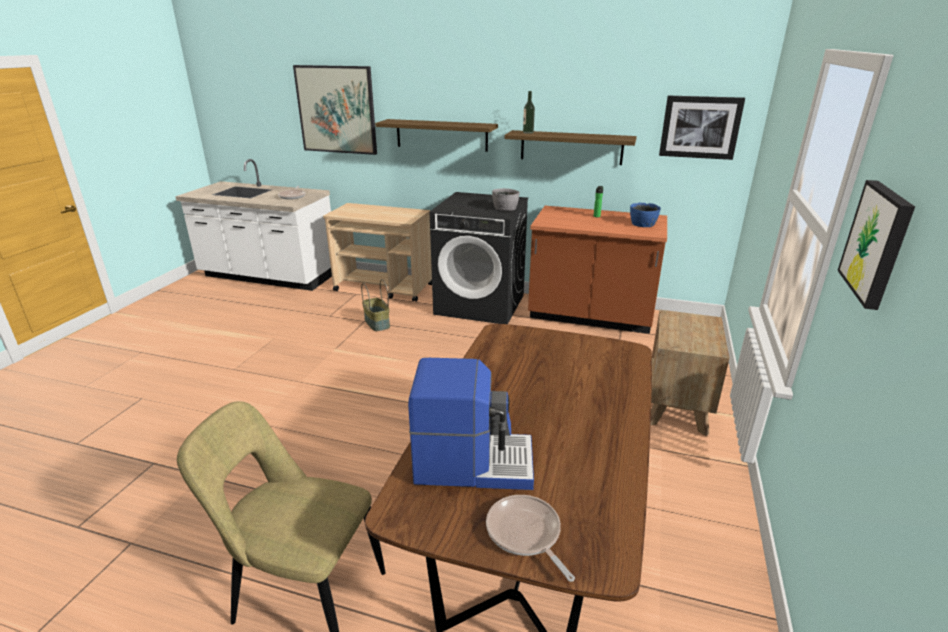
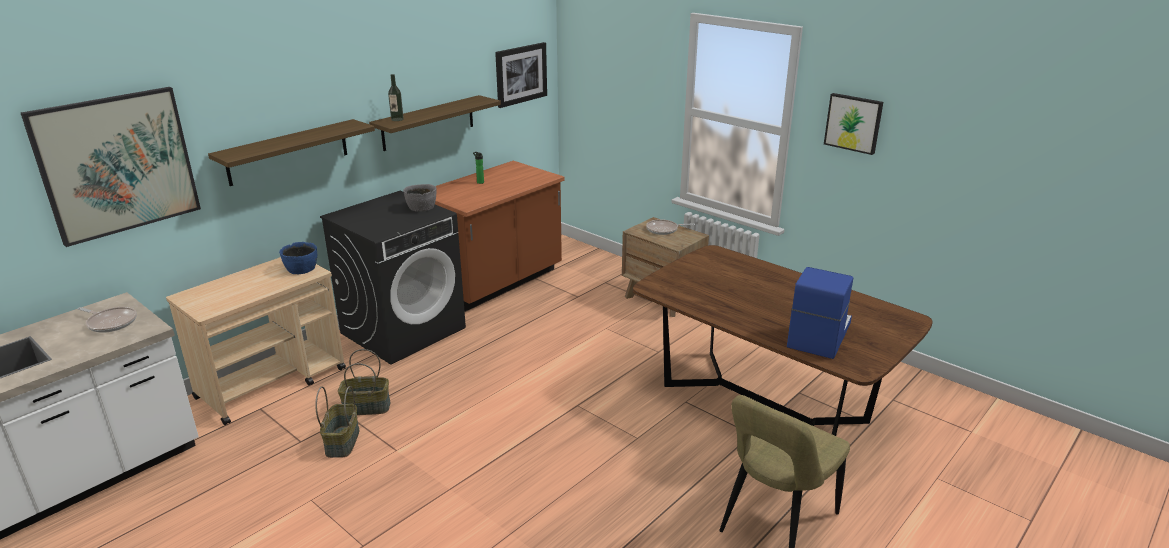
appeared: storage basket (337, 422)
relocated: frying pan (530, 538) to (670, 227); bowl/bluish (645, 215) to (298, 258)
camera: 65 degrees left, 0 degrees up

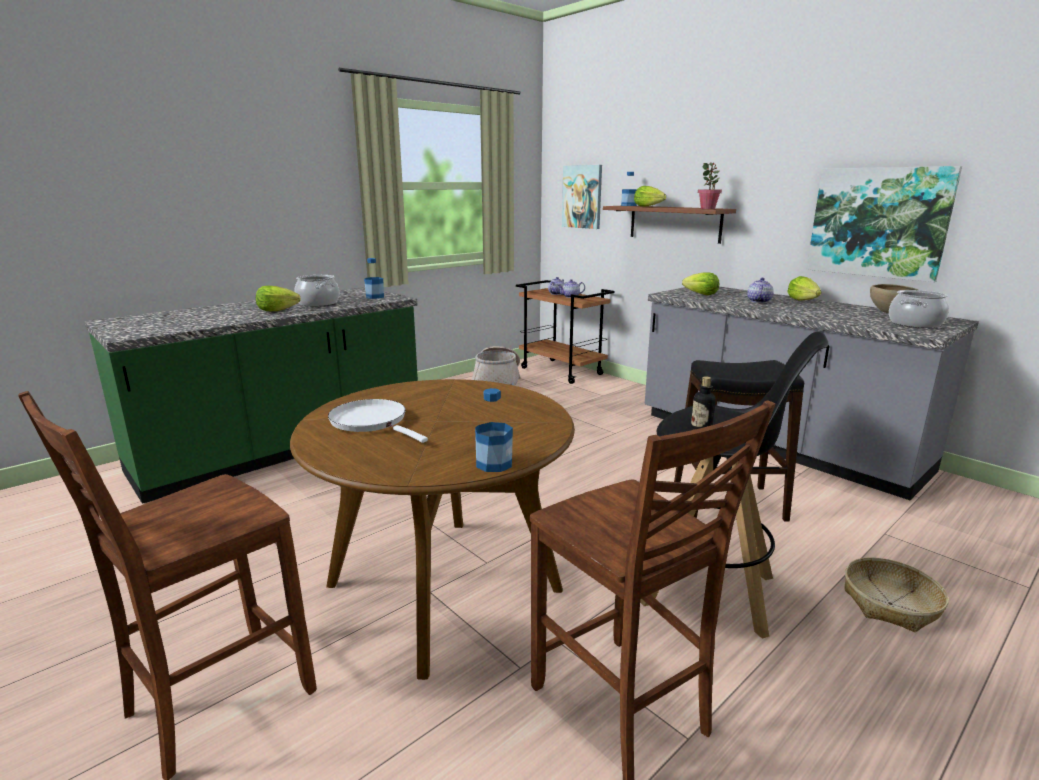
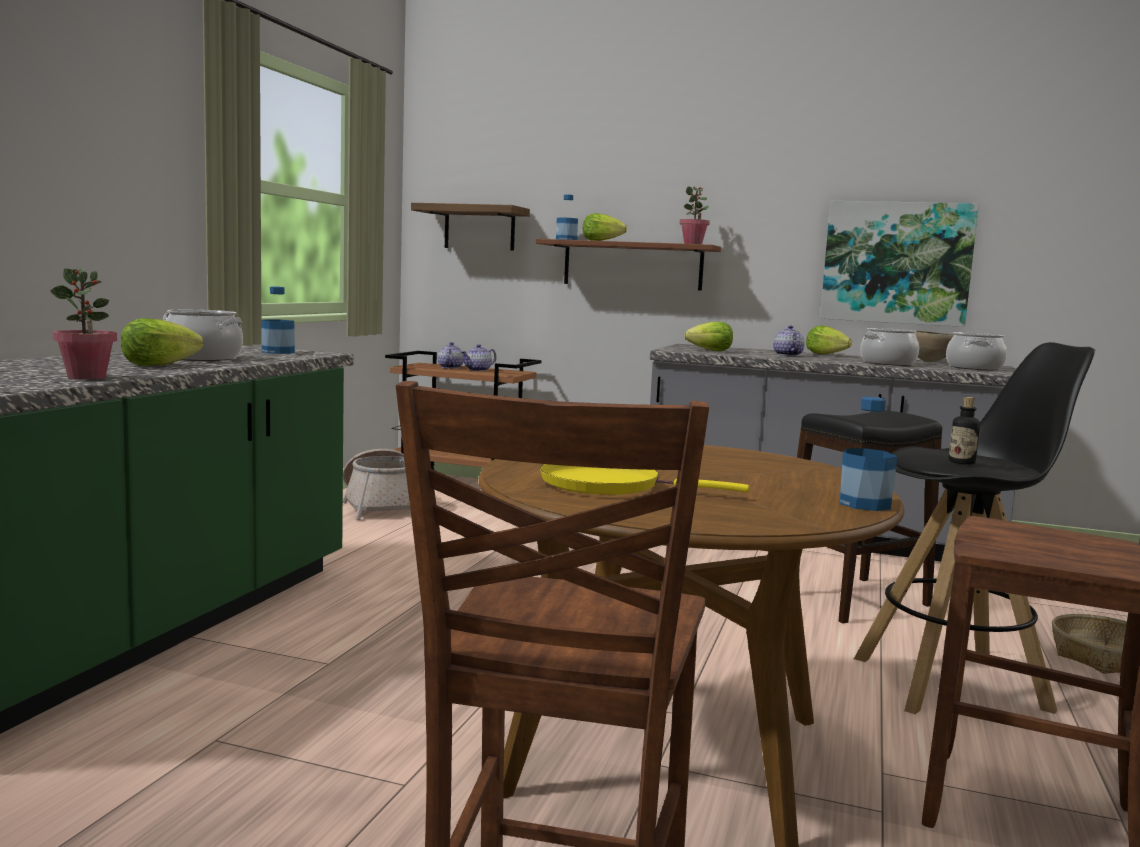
appeared: houseplant (83, 324); cooking pot (889, 347)
exchanged: wall art (582, 197) to bracket shelf (470, 227)
colour: frying pan/white-coloured (378, 421) to frying pan/yellow (644, 479)
camera: 30 degrees left, 10 degrees down

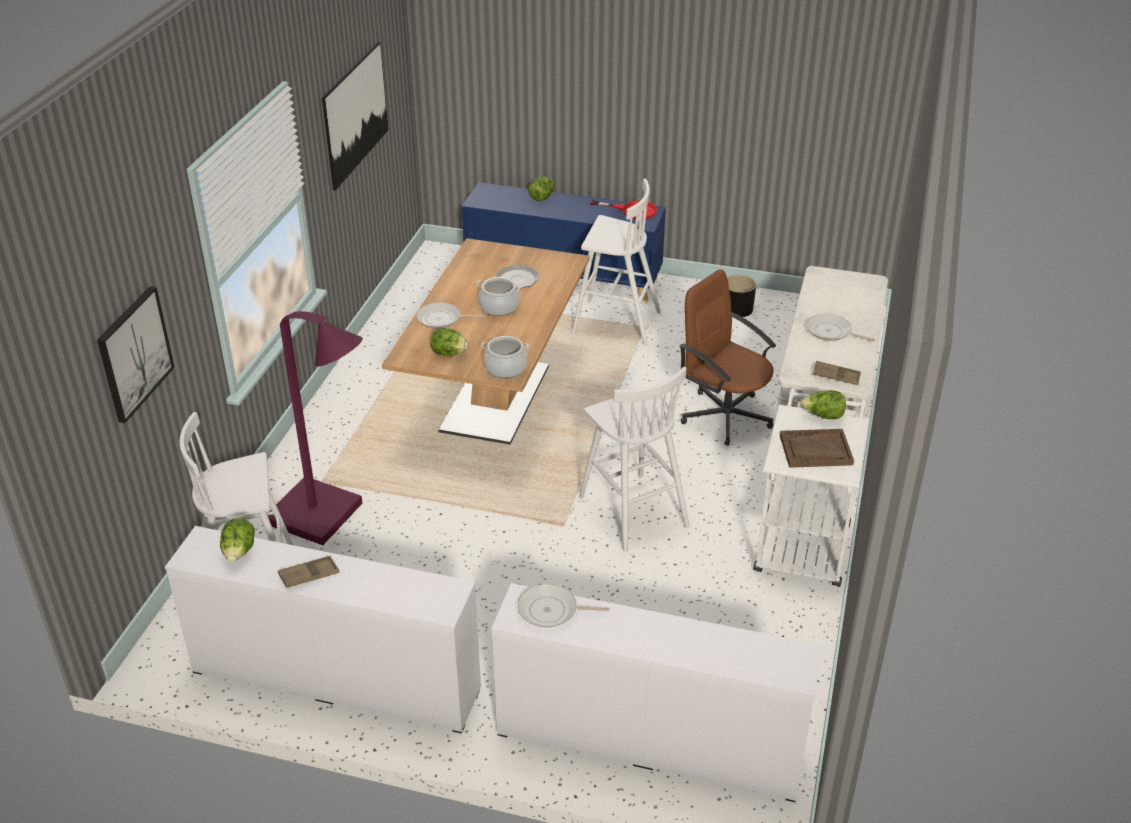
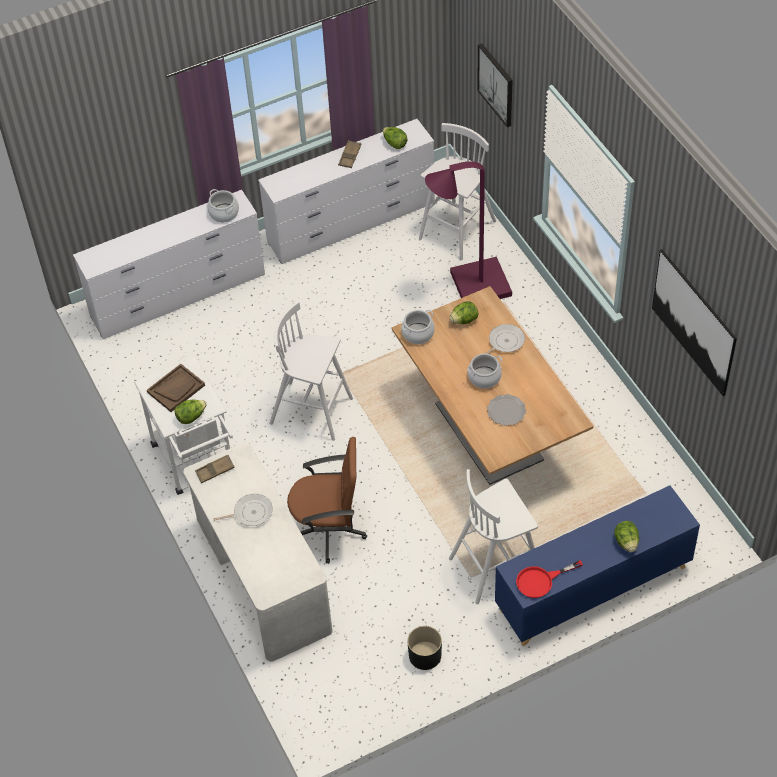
exchanged: frying pan (564, 606) to cooking pot (223, 205)
camera: 140 degrees right, 15 degrees up

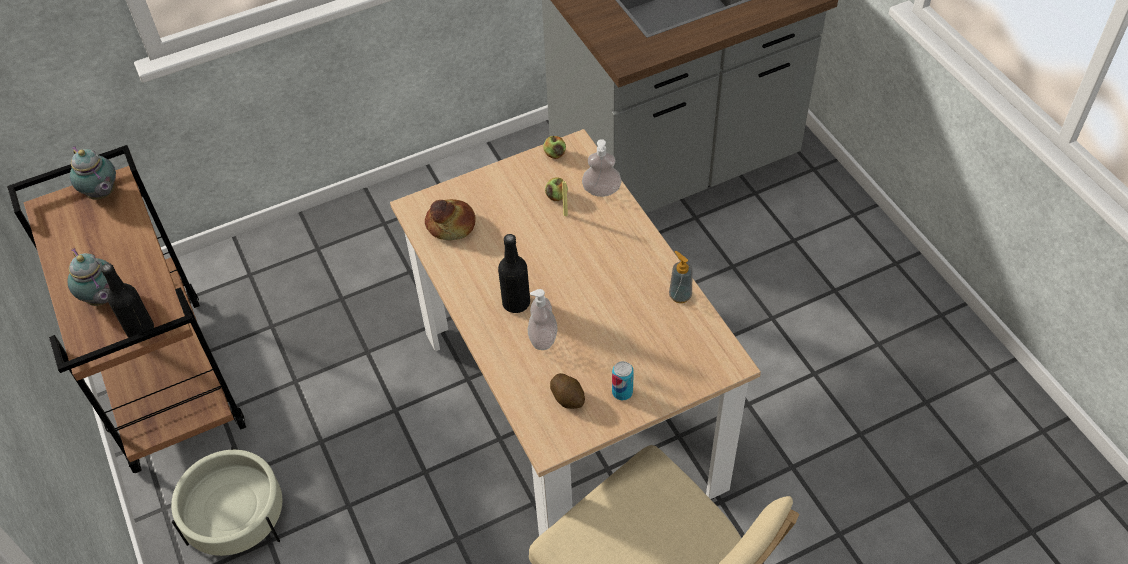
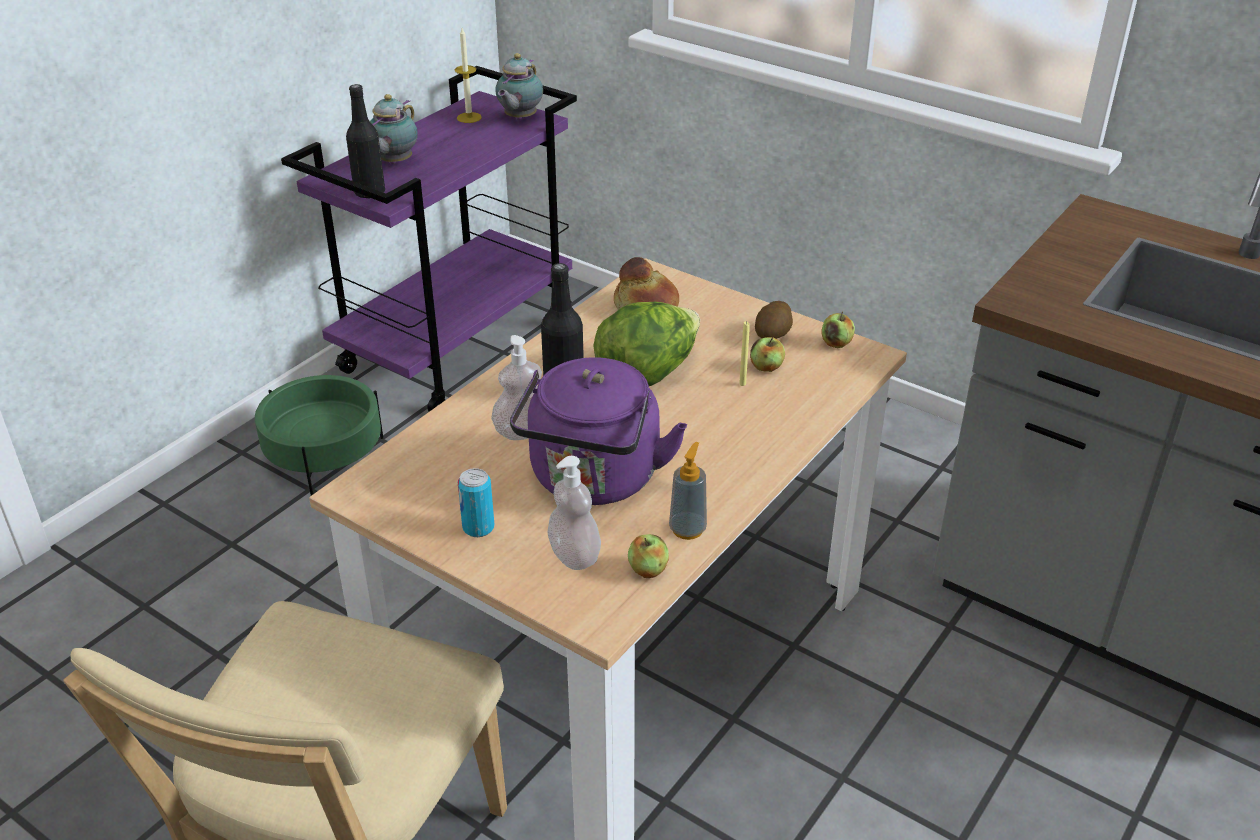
appeared: wax candle (468, 75); water kettle/purple-coloured (598, 431); head of lettuce (646, 344); apple fruit (648, 556)
relocated: spud (567, 391) to (774, 320); soap bottle (602, 168) to (574, 513)
colour: trolley/brown-coloured (126, 309) to trolley/purple-coloured (429, 239); plant pot/sand-coloured (226, 501) to plant pot/green (319, 435)
camera: 60 degrees right, 15 degrees down

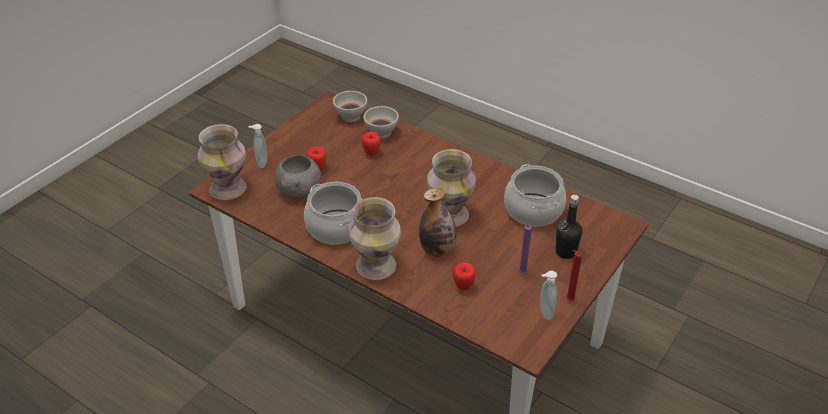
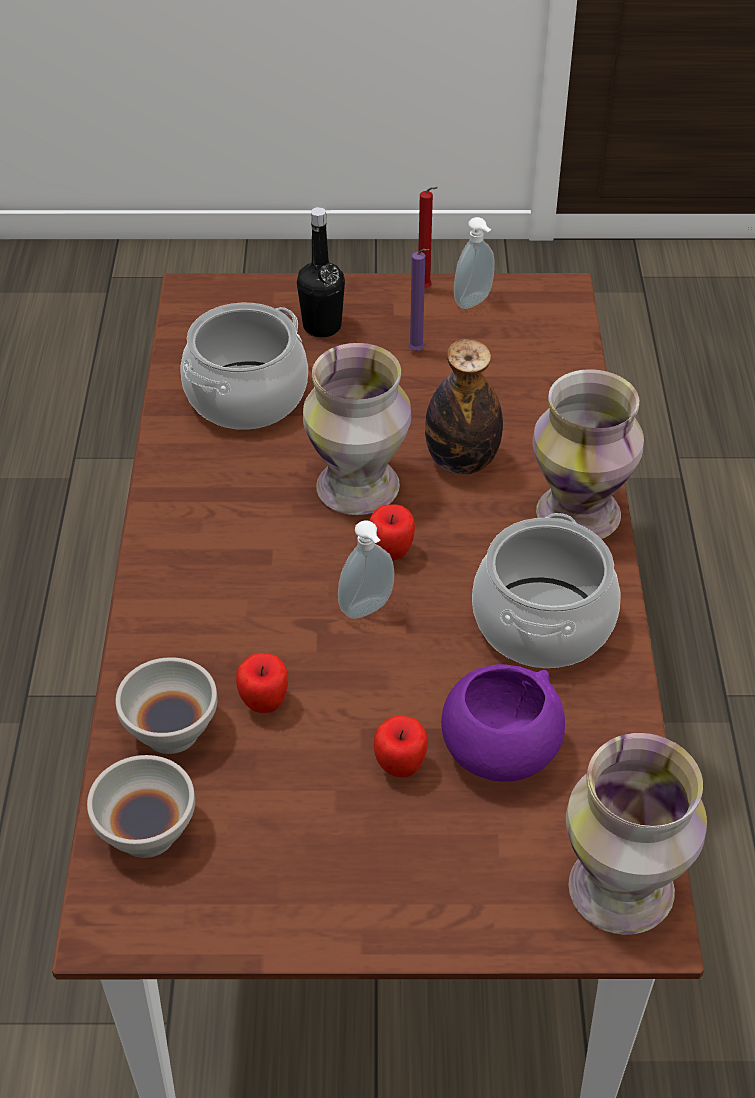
relocated: soap bottle (257, 146) to (366, 569); apple fruit (464, 276) to (392, 532)
colour: bowl/gray (297, 176) to bowl/purple-coloured (503, 723)
camera: 125 degrees left, 5 degrees up

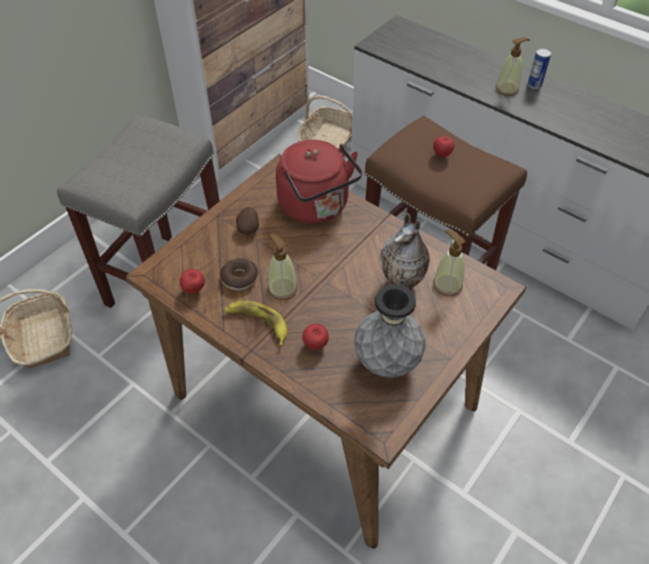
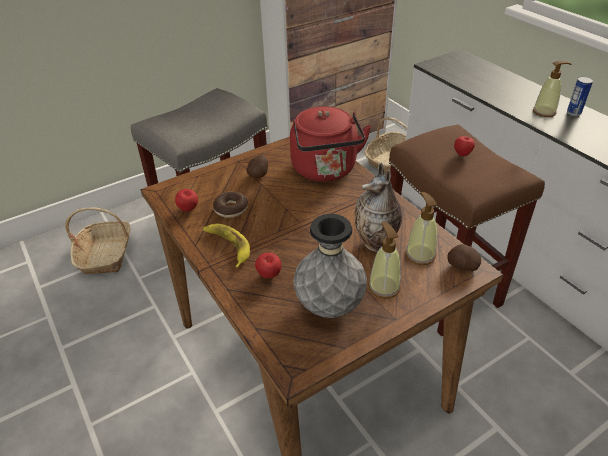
appeared: spud (464, 257)
relocated: soap bottle (283, 266) to (384, 260)
camera: 20 degrees right, 10 degrees down

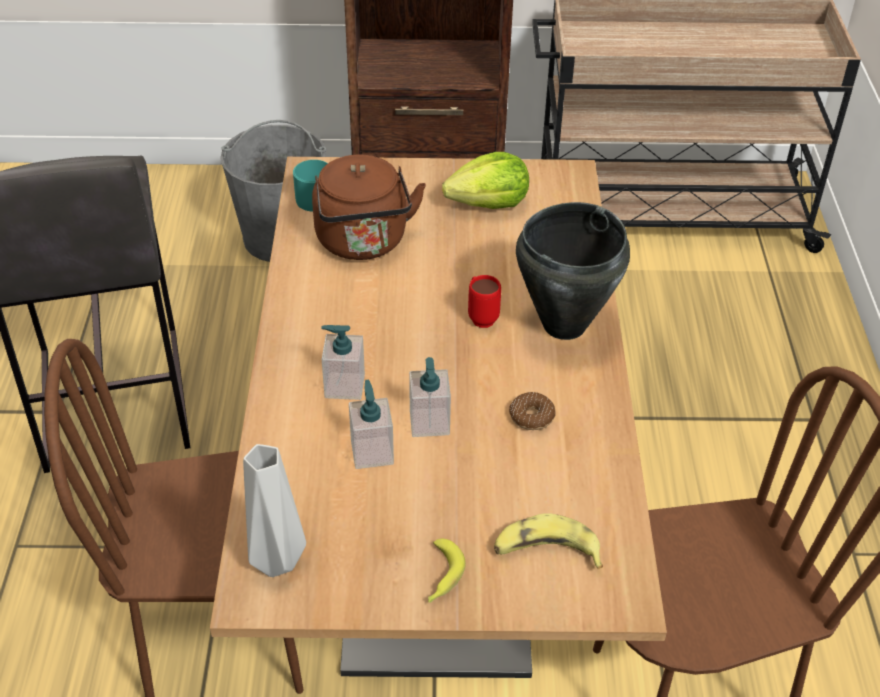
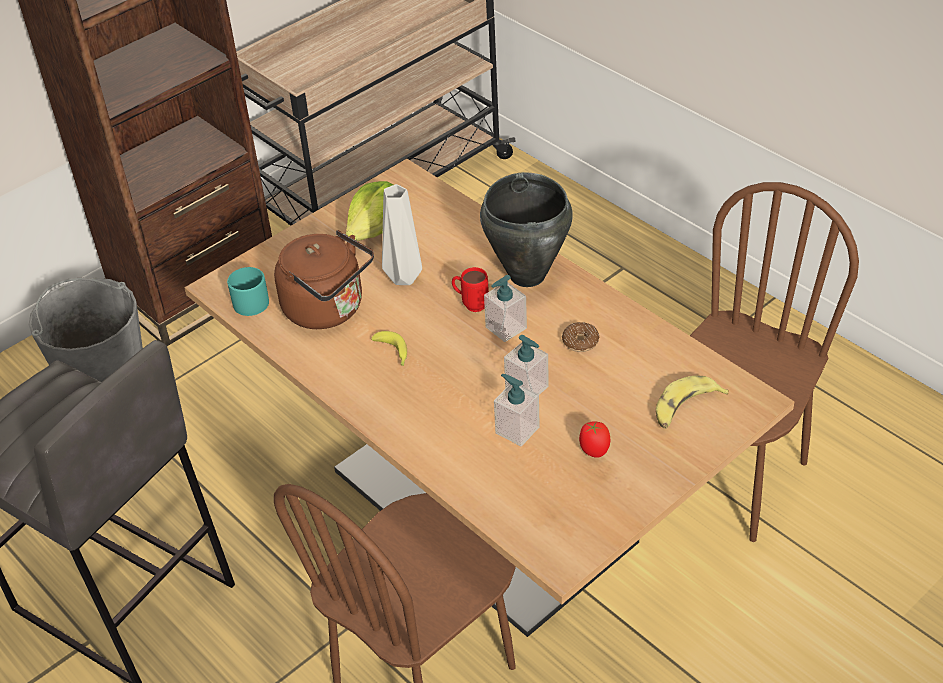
appeared: whole tomato (595, 439)
relocated: vase/gray (274, 510) to (402, 234); soap bottle (343, 362) to (505, 308); banana fruit (447, 571) to (389, 348)
camera: 40 degrees left, 0 degrees up

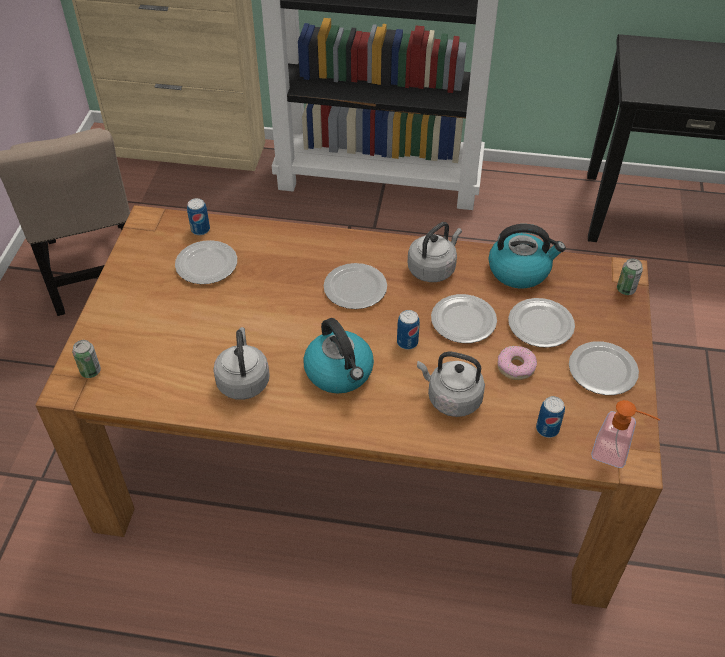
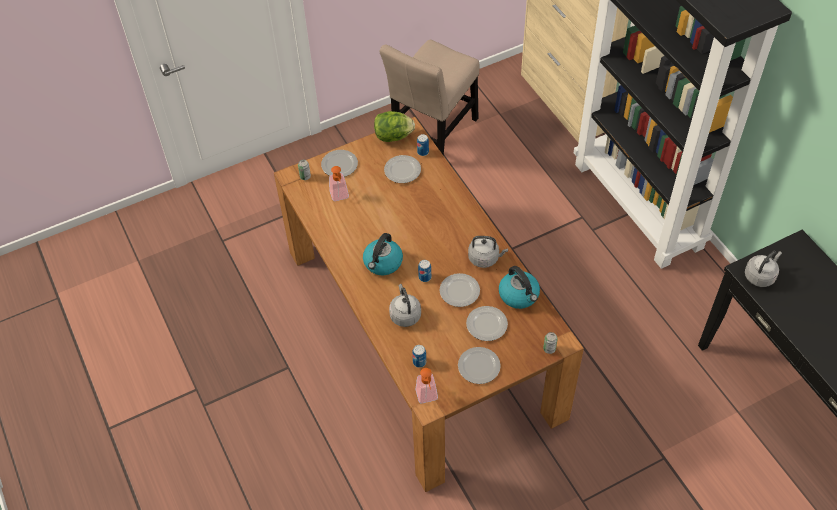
missing: ring doughnut (517, 363)
appeared: soap bottle (339, 183); head of lettuce (394, 126)
relocated: water kettle/gray (241, 363) to (763, 269); flat dish (355, 286) to (339, 163)
camera: 55 degrees right, 5 degrees up

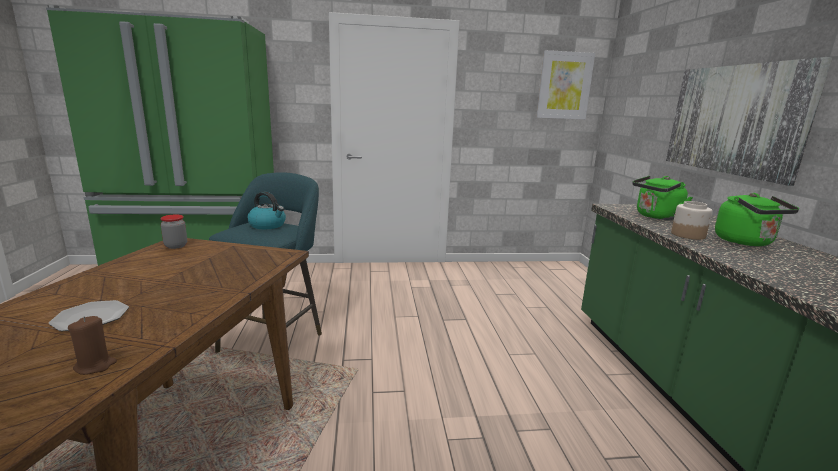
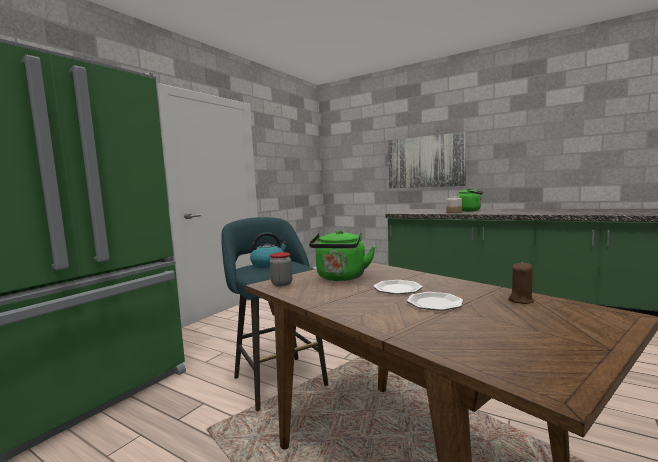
missing: wall art (565, 84)
appeared: flat dish (398, 287)
relocated: water kettle/green (662, 198) to (342, 255)
camera: 50 degrees left, 10 degrees down

